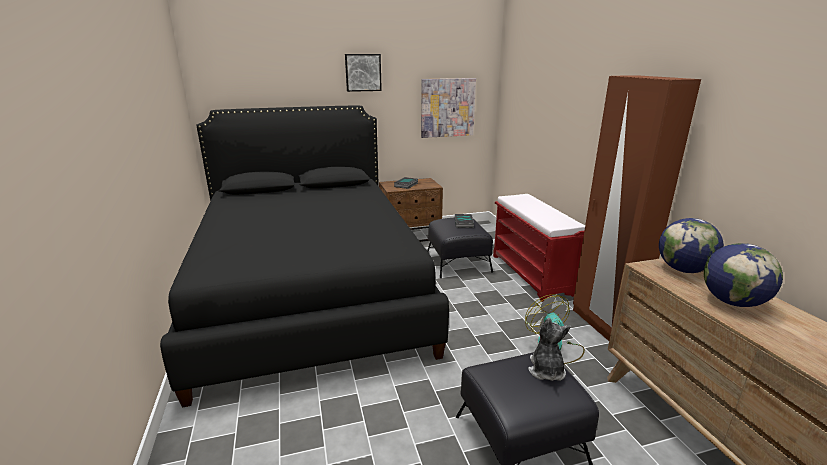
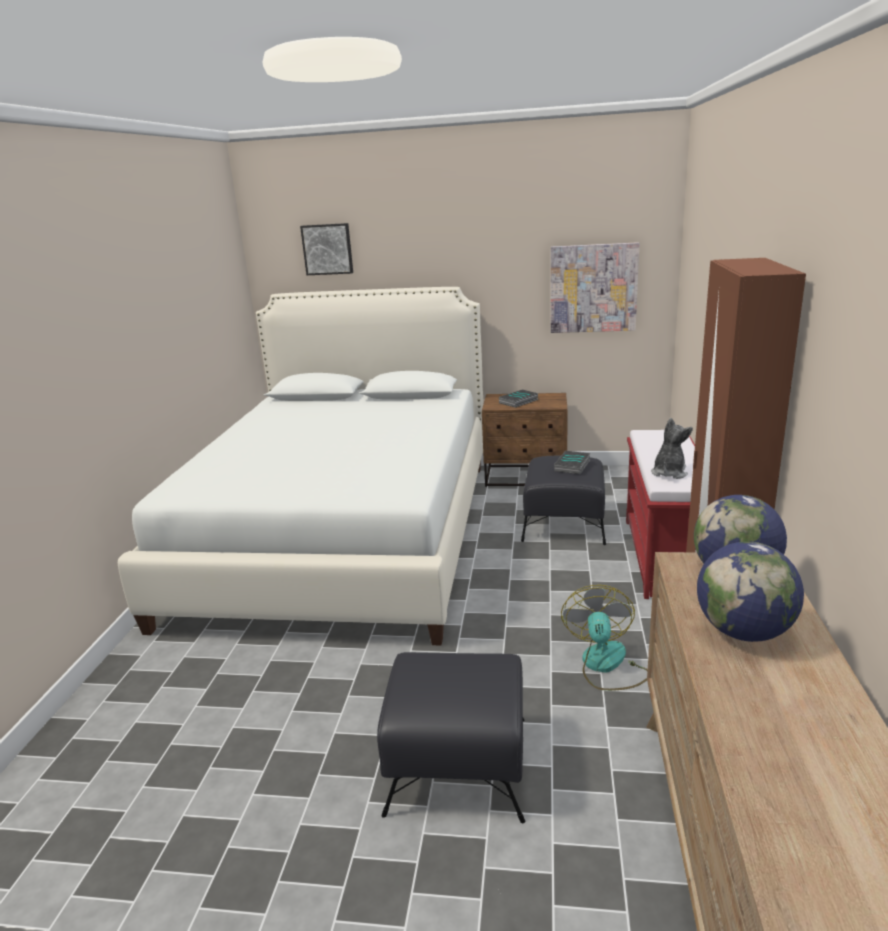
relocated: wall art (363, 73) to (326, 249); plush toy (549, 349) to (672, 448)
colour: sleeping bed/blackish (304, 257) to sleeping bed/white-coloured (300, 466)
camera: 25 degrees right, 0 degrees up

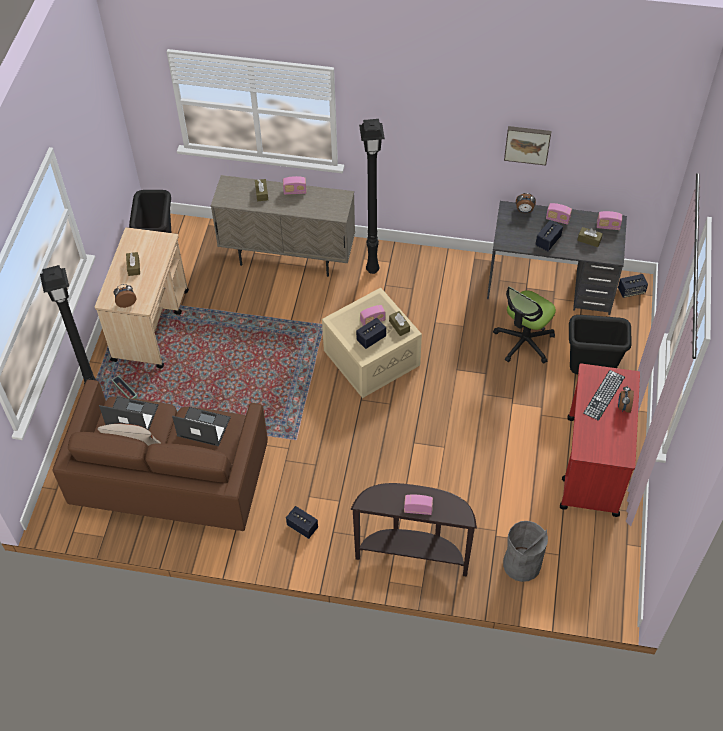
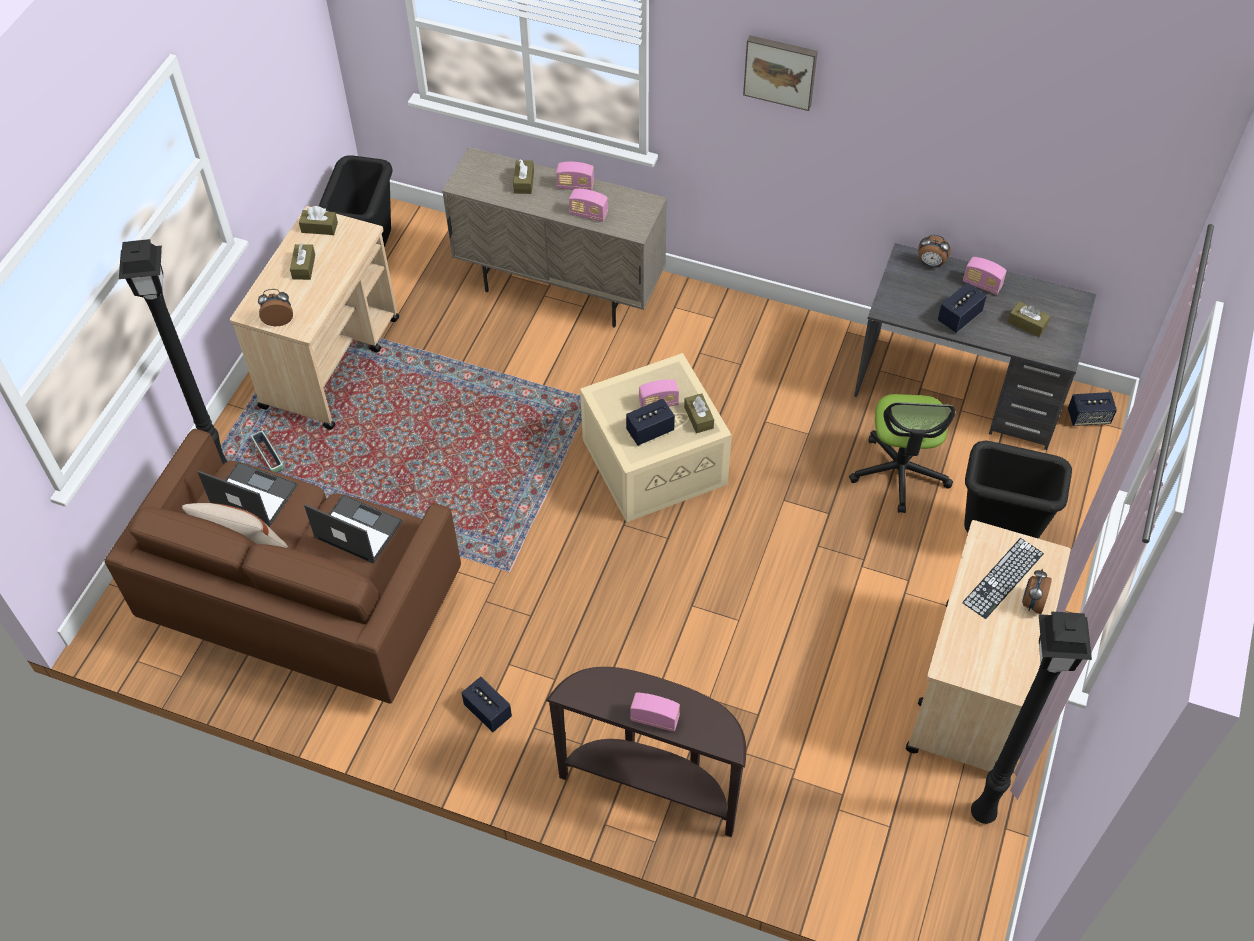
missing: rubbish bin/gray (525, 551)
appeared: tissue holder/brown-coloured (318, 220)
relocated: floor lamp/blackish (372, 196) to (1031, 718); wall art (527, 146) to (780, 73); radio receiver (609, 220) to (588, 205)
colour: trolley/red-coloured (600, 440) to trolley/sand-coloured (987, 646)
spun: office chair (524, 325) = (902, 453) 45 degrees counterclockwise
camera: 10 degrees right, 0 degrees up

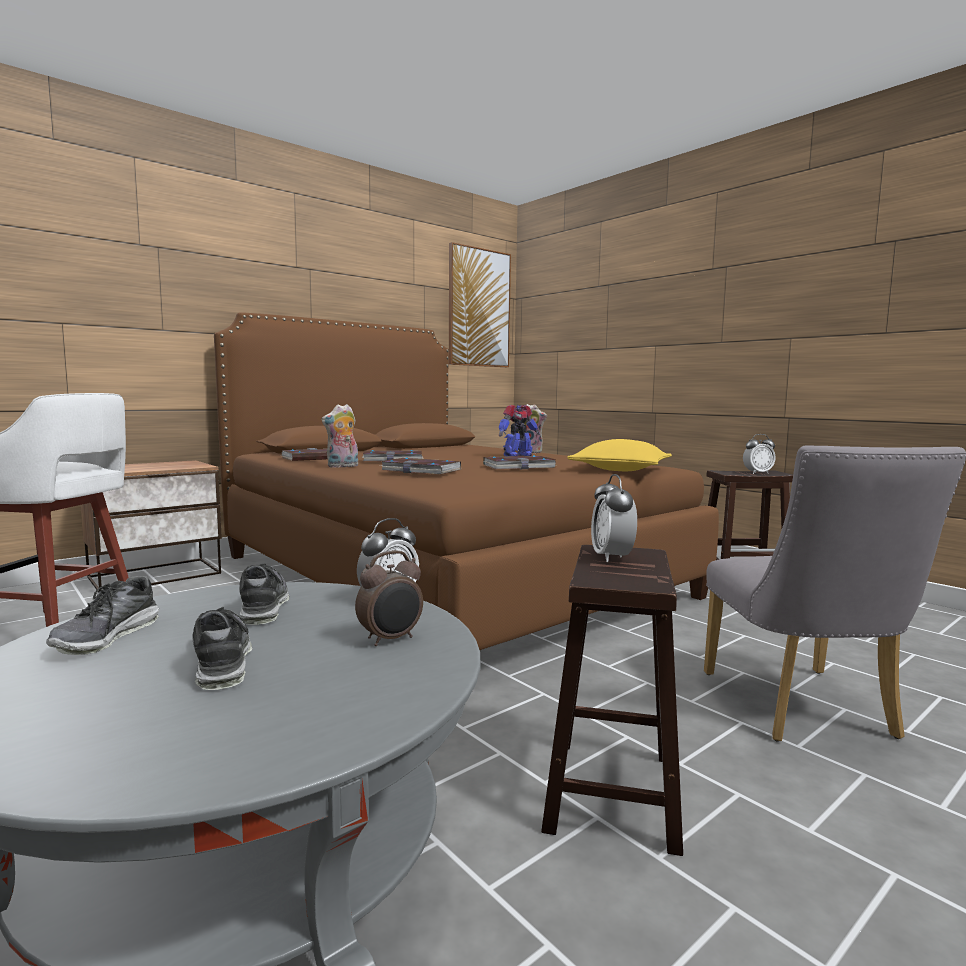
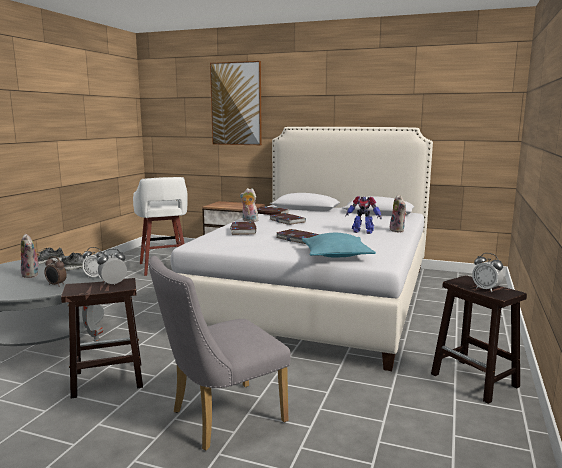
relocated: wall art (480, 304) to (236, 103)
exchanged: low shoe (222, 648) to plush toy (30, 256)
colour: sleeping bed/brown-coloured (466, 481) to sleeping bed/white-coloured (302, 249); throw pillow/yellow (619, 455) to throw pillow/blue-green (339, 245)
camera: 60 degrees right, 5 degrees up

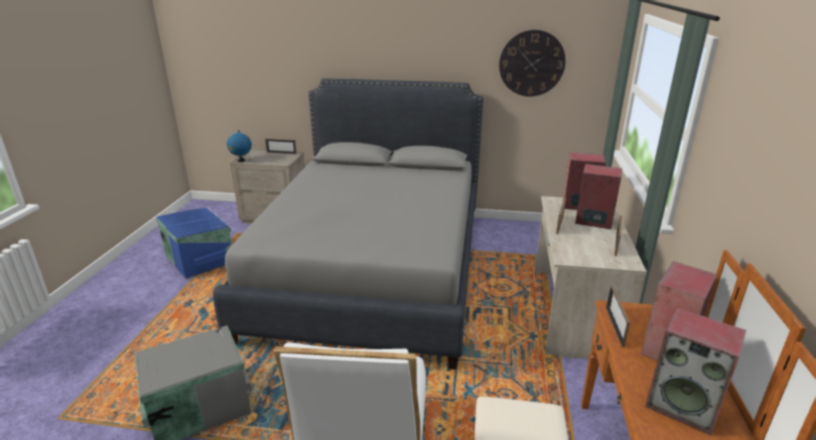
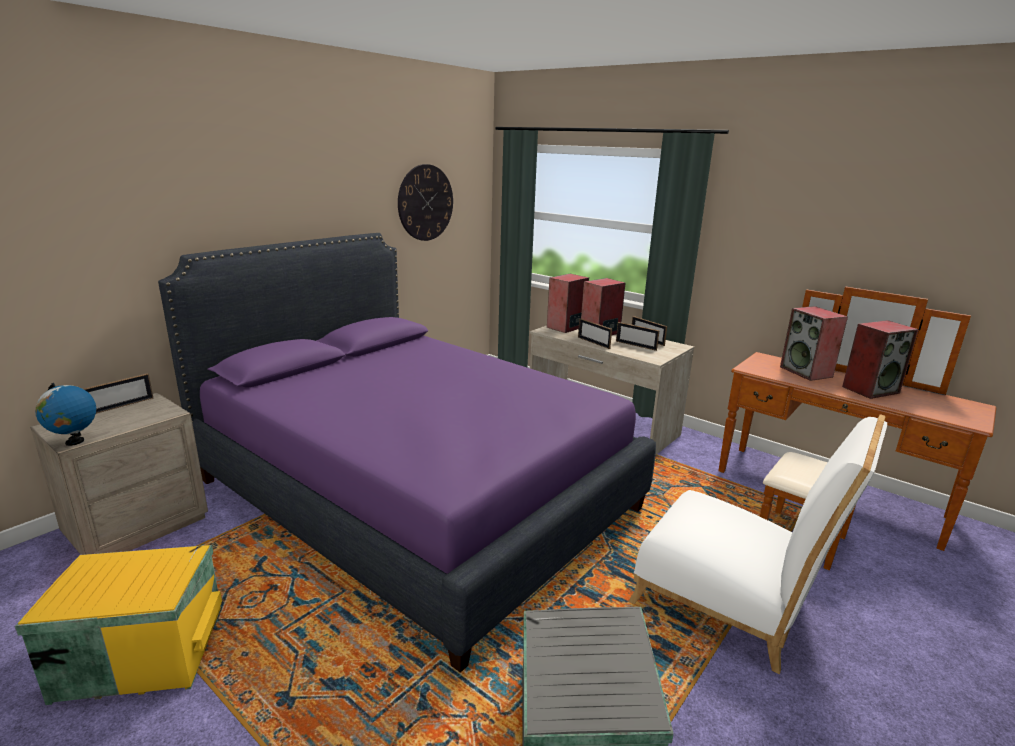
relocated: standing frame (618, 316) to (638, 336)
colour: storage bin/bluish (194, 243) to storage bin/yellow (118, 625); sleeping bed/gray (348, 224) to sleeping bed/purple-coloured (407, 453)
camera: 60 degrees left, 5 degrees down

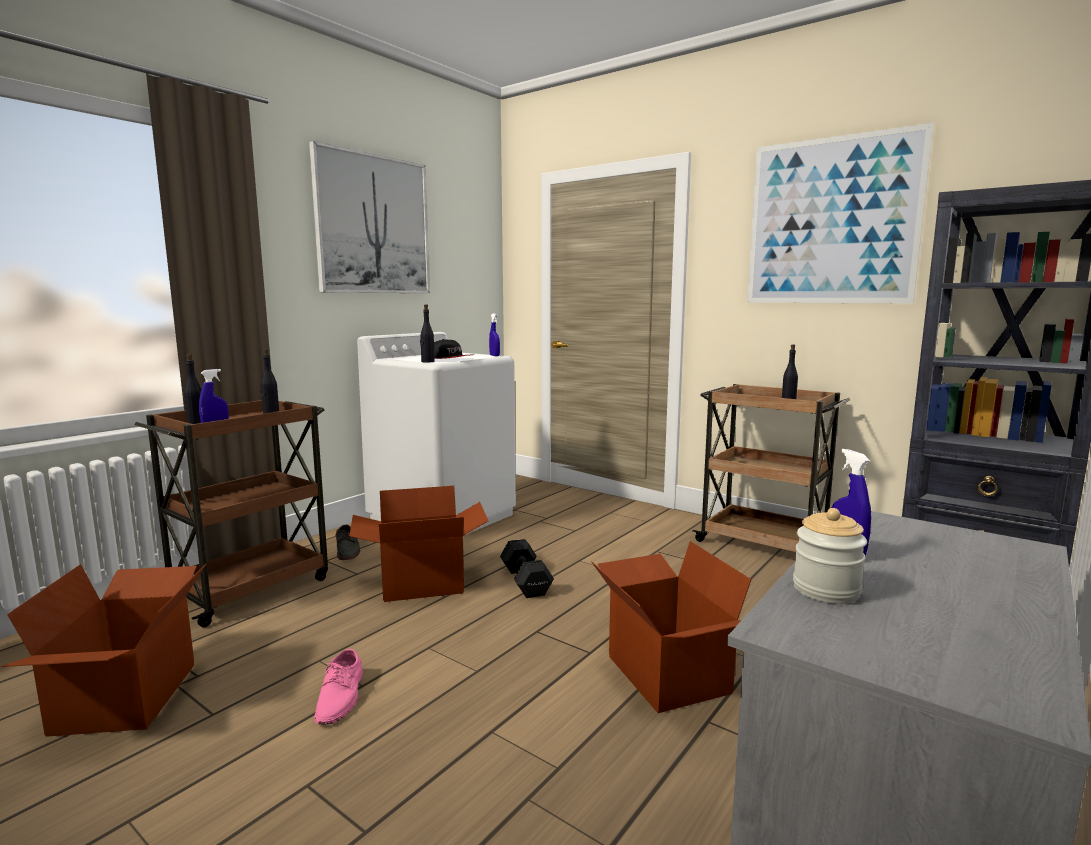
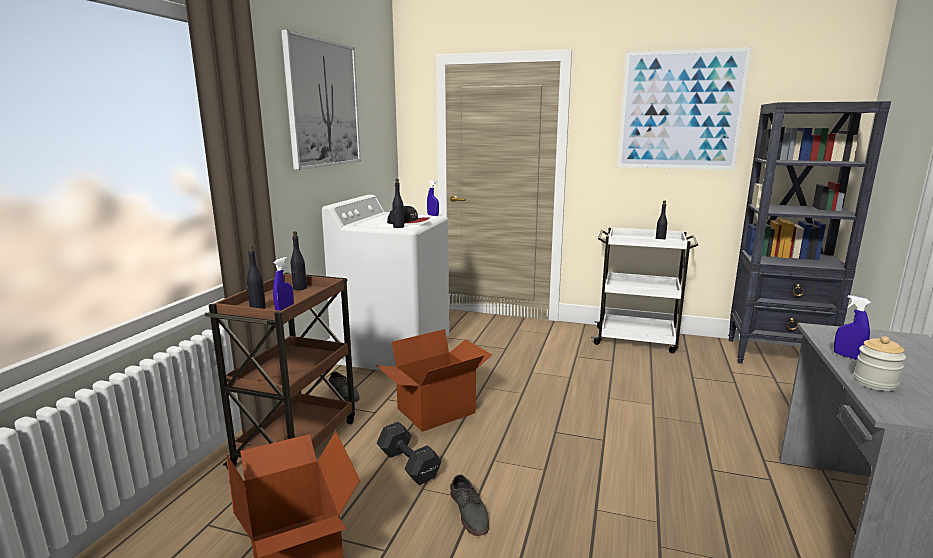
missing: cardboard box (671, 627)
relocated: free weight/blackish (527, 568) to (409, 453)
colour: low shoe/pink (339, 687) to low shoe/gray (469, 505); trolley/brown-coloured (771, 468) to trolley/white-coloured (644, 290)
camera: 20 degrees left, 5 degrees up

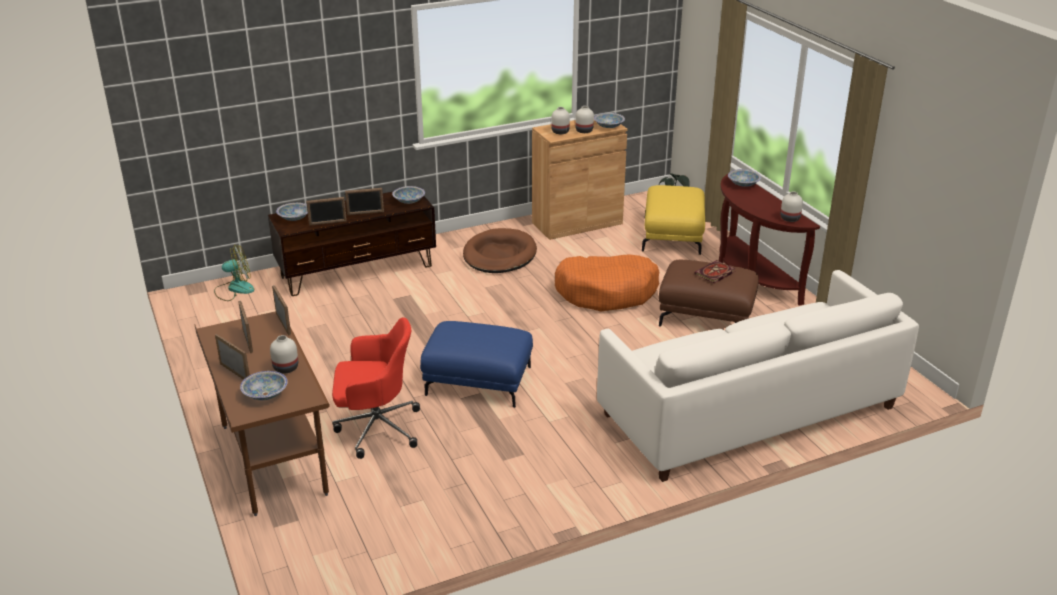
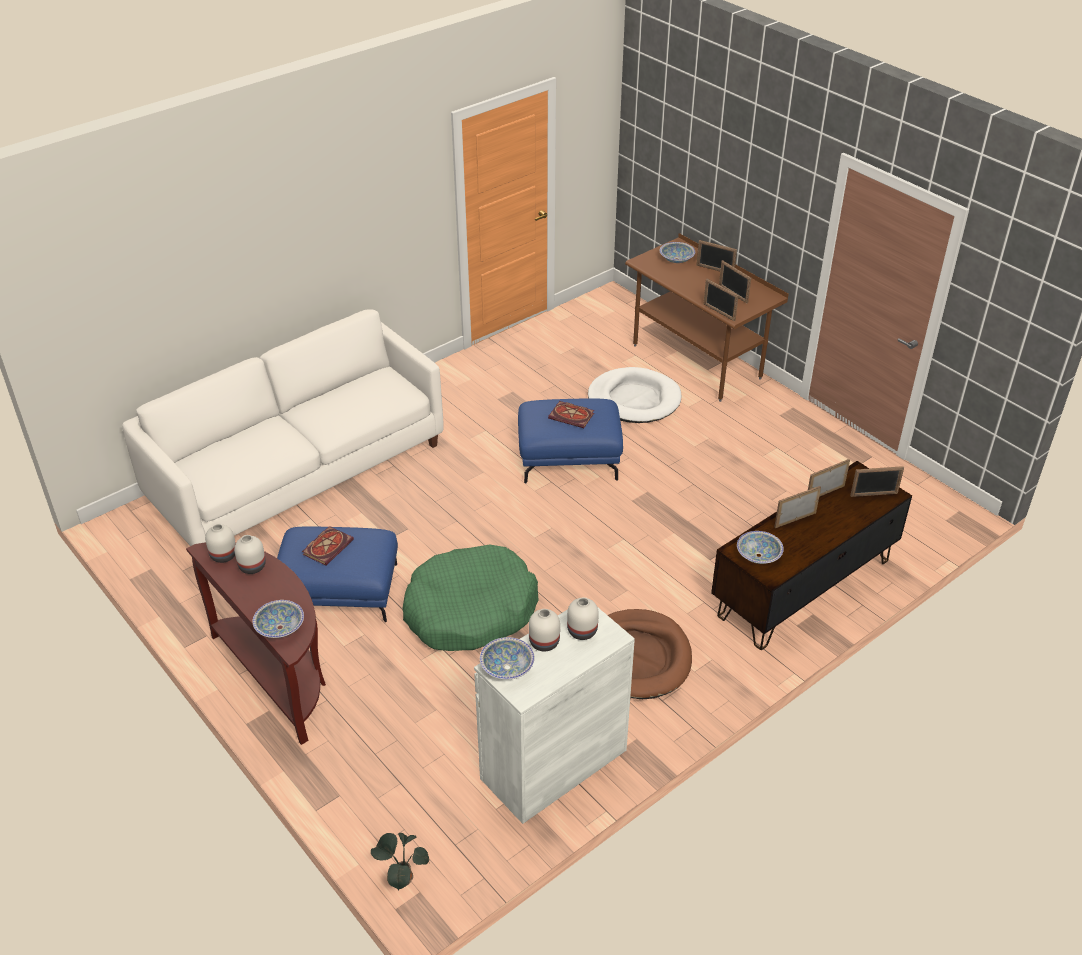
missing: fan (234, 272); footrest/yellow (673, 220)
appeared: volume (571, 414)
relocated: vase/white-coloured (284, 354) to (250, 554)
exchanged: bowl (292, 212) to standing frame (877, 481); office chair/red-coloured (376, 388) to dog cushion/white-coloured (635, 395)
colour: cupboard/brown-coloured (579, 180) to cupboard/white-coloured (554, 716); dog cushion/orange (607, 282) to dog cushion/green (471, 598); footrest/brown-coloured (708, 293) to footrest/bluish (337, 574)
camera: 165 degrees right, 10 degrees up

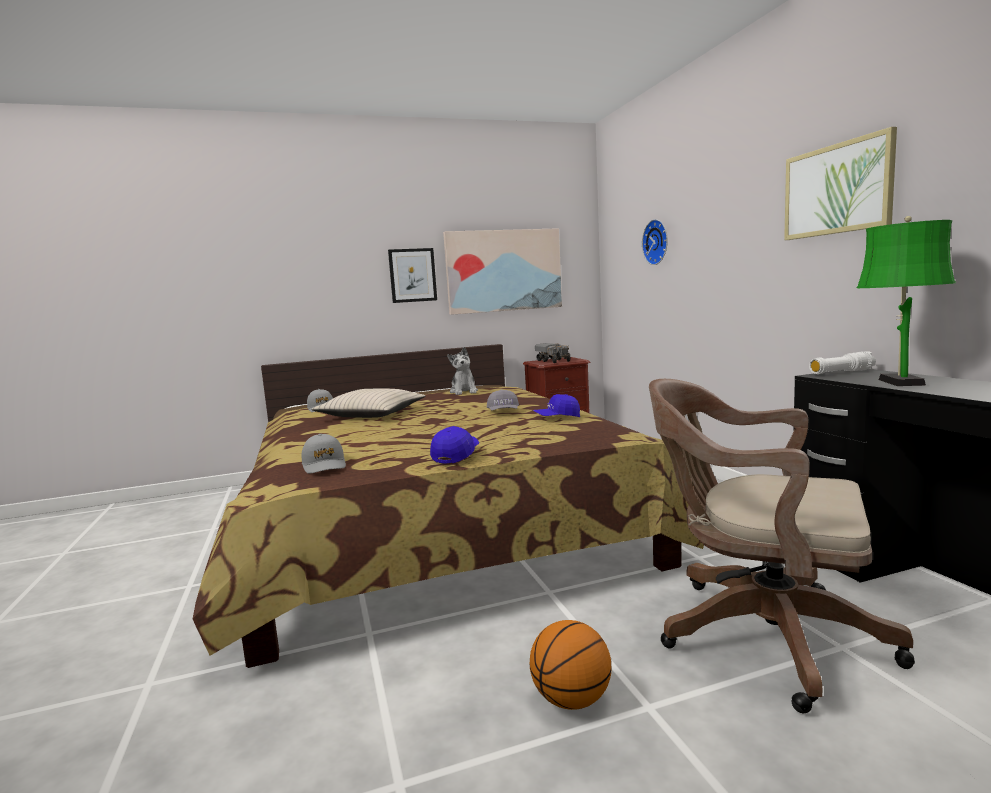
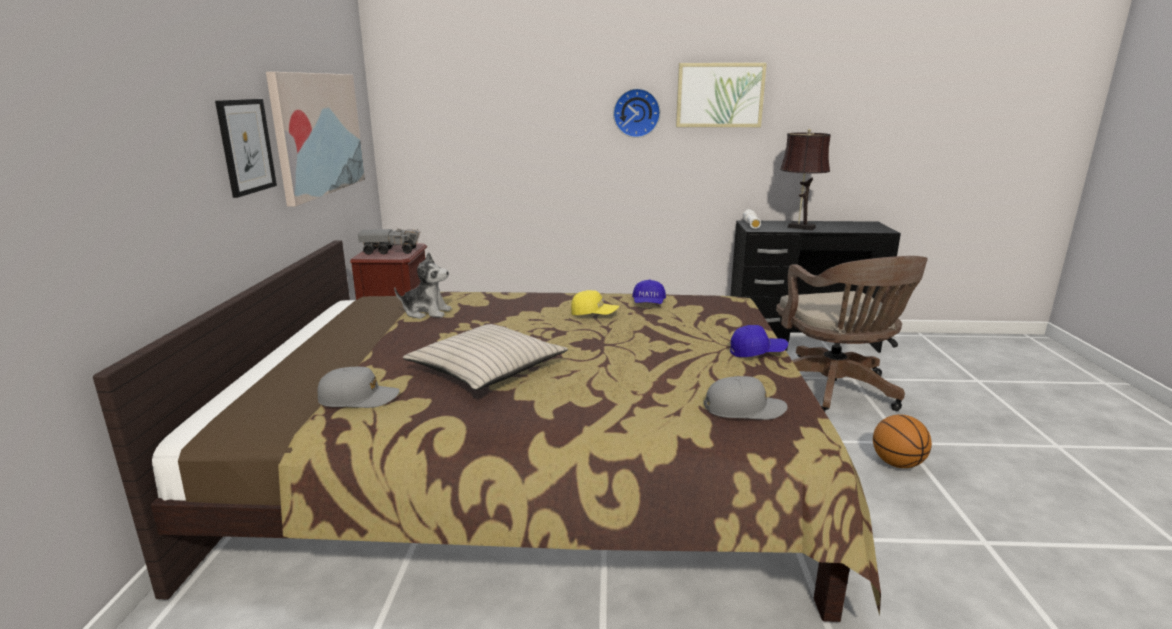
relocated: hanging clock (655, 242) to (636, 113)
colour: cap/gray (503, 399) to cap/yellow (595, 302); lamp for a table/green (906, 301) to lamp for a table/brown-coloured (805, 179)
spun: cap/bluish (454, 445) = (759, 341) 135 degrees clockwise; office chair/brown-coloured (782, 546) = (852, 334) 60 degrees counterclockwise
camera: 70 degrees left, 10 degrees up

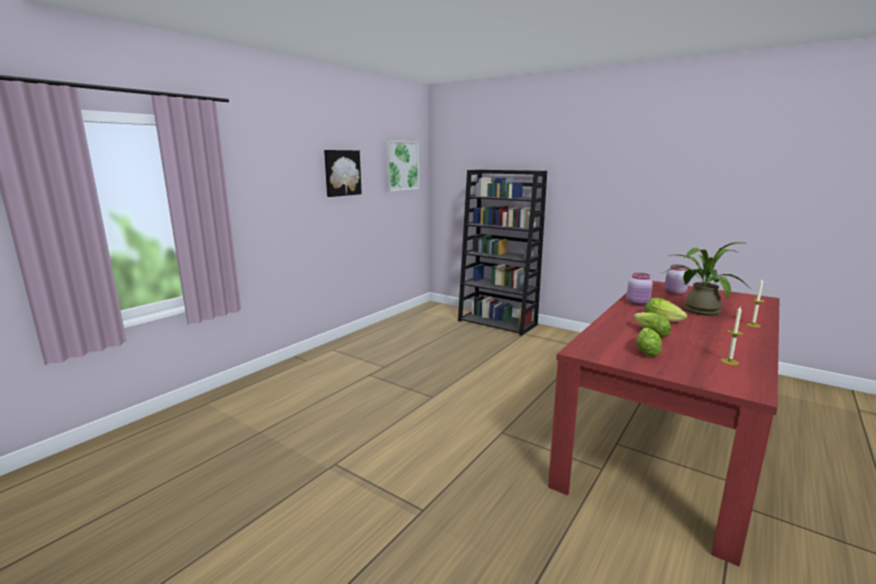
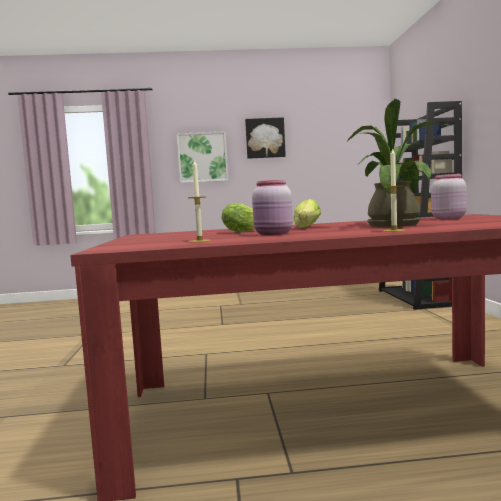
missing: head of lettuce (649, 342)
relocated: wall art (402, 166) to (202, 157); preserve jar/pink (639, 289) to (272, 207)
camera: 50 degrees right, 10 degrees down

